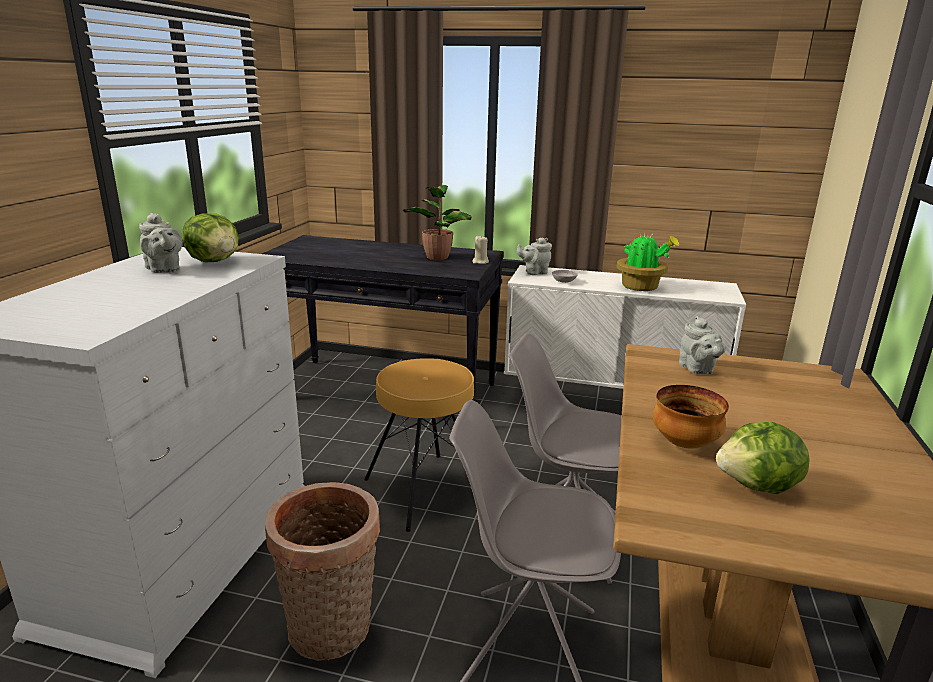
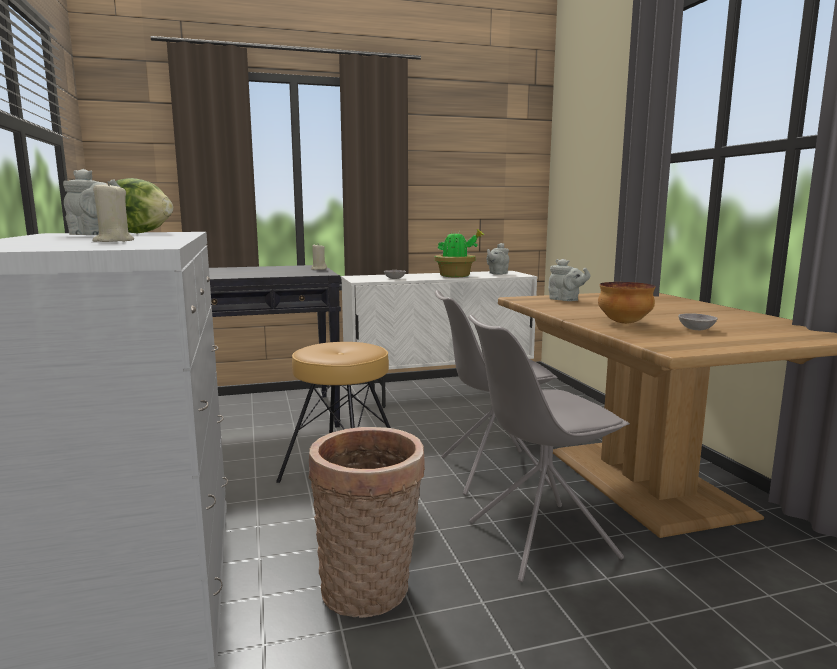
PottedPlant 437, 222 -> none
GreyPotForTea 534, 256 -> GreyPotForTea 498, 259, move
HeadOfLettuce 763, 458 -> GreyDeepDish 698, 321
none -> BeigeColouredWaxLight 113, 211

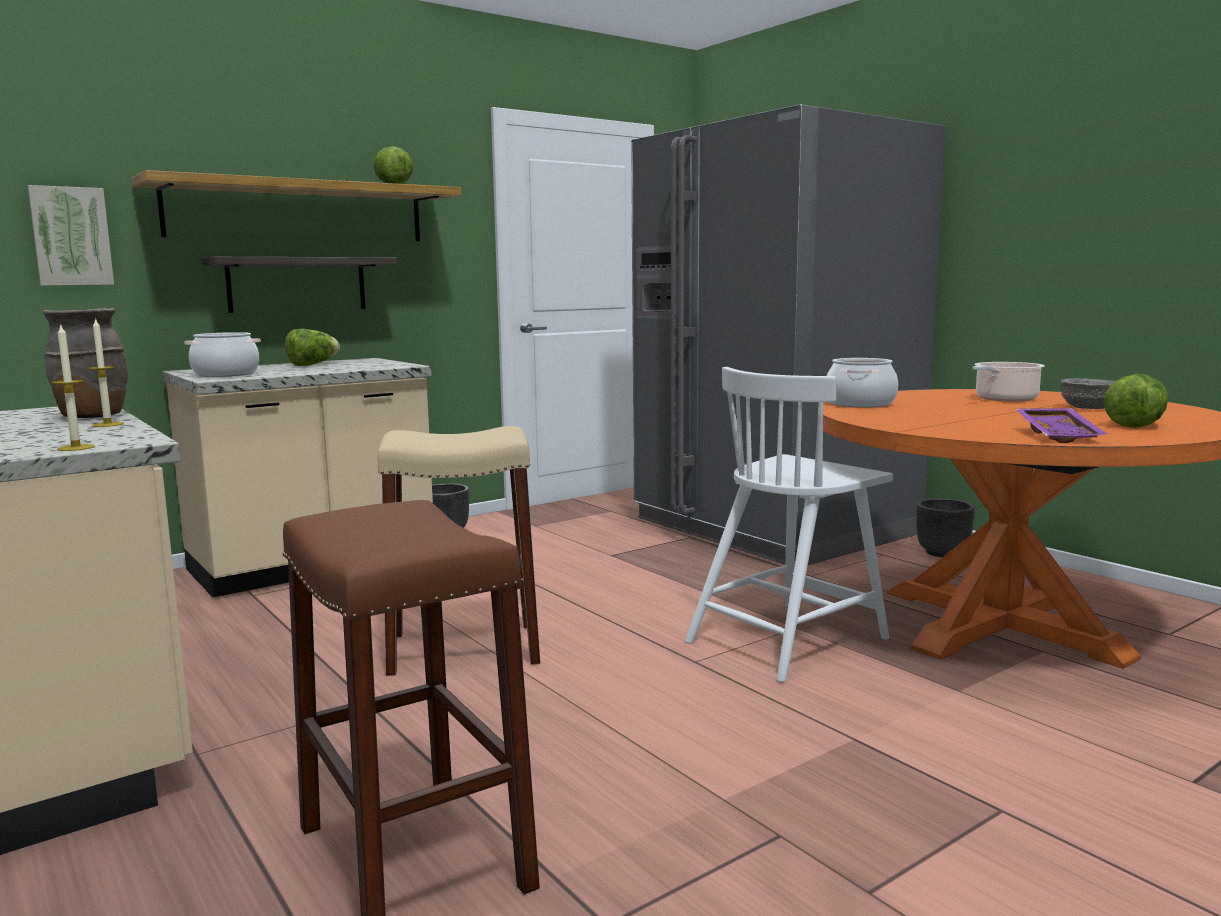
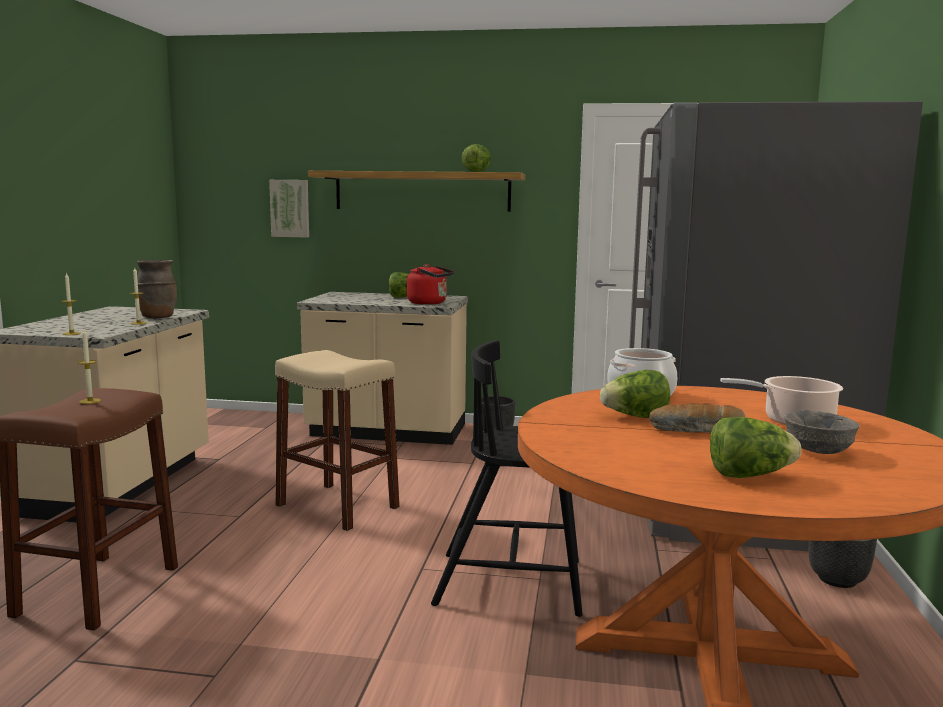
Stockpot 222, 354 -> none
WallShelf 299, 285 -> none
WhiteColouredPlainChair 789, 524 -> BlackColouredPlainChair 507, 478
PurplishTray 1061, 425 -> none
none -> WaxLight 89, 366
none -> ReddishTeaKettle 430, 284
none -> HeadOfLettuce 635, 394
none -> BakeryBread 697, 418

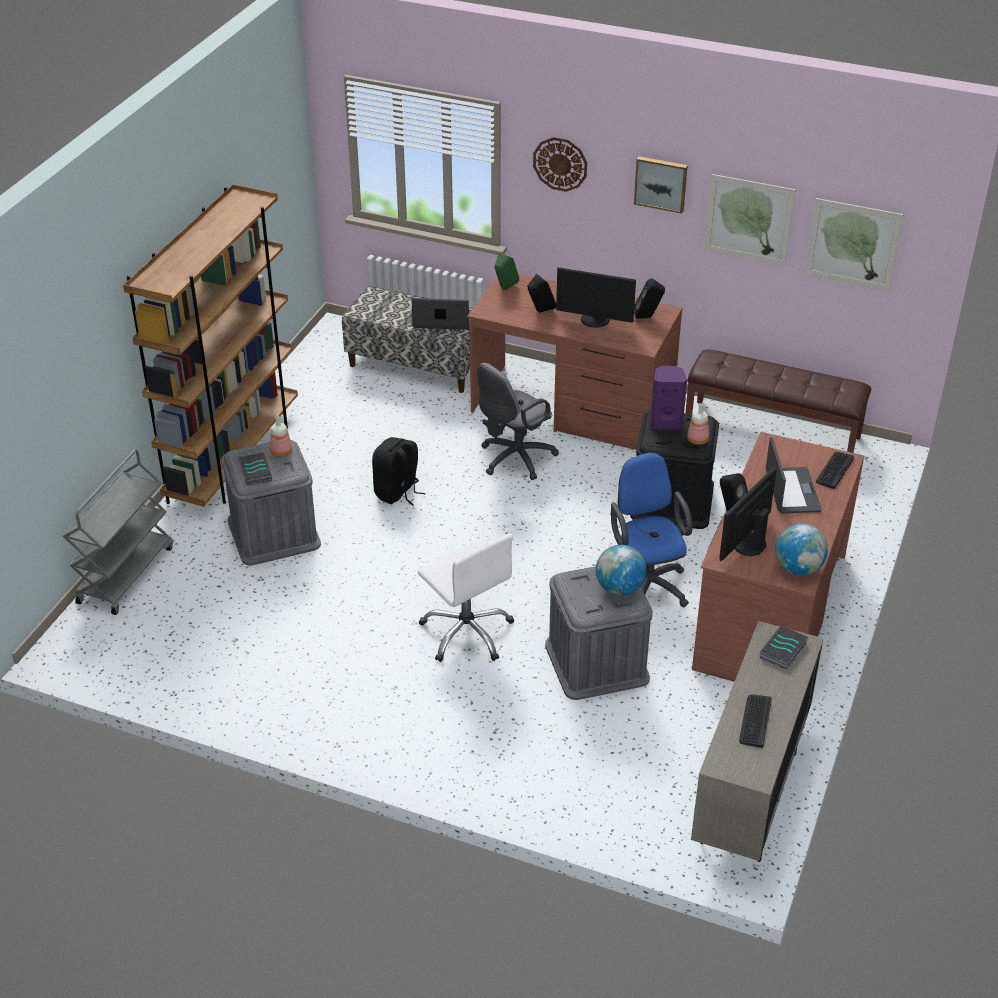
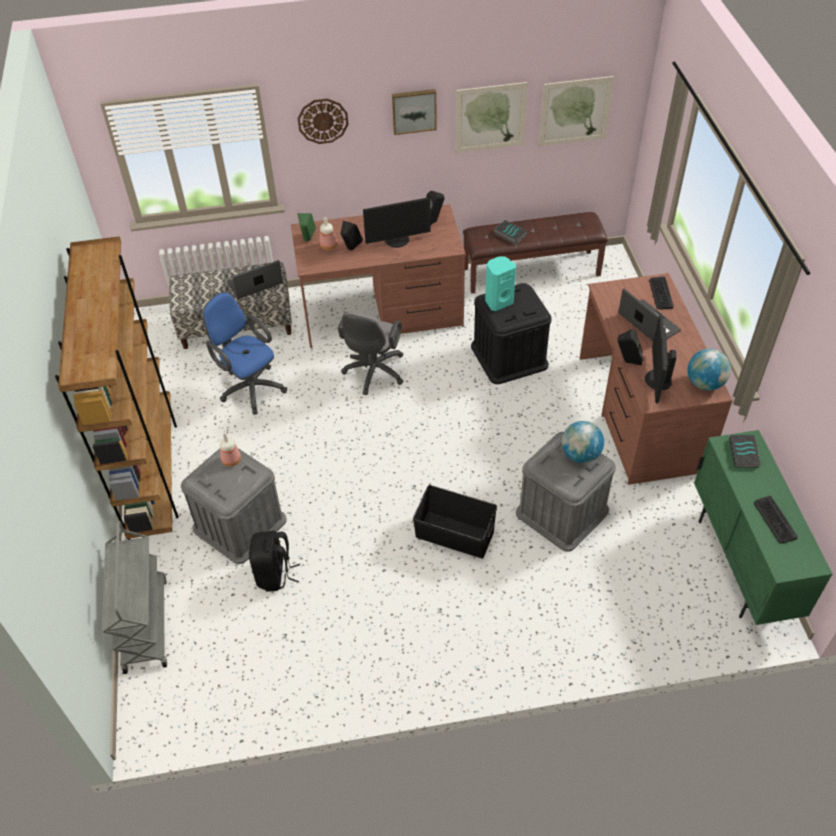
Book 255, 469 -> Book 510, 232, move
BlackColouredRucksack 399, 471 -> BlackColouredRucksack 274, 561, move
WhiteColouredDeskChair 466, 597 -> BlackColouredStorageBox 455, 522
BlueColouredDeskChair 652, 530 -> BlueColouredDeskChair 245, 353, move
PurplishAudioSpeaker 668, 398 -> TurquoiseAudioSpeaker 500, 283
Bottle 698, 424 -> Bottle 328, 233, move
BeigeColouredCupboard 757, 741 -> GreenColouredCupboard 763, 527

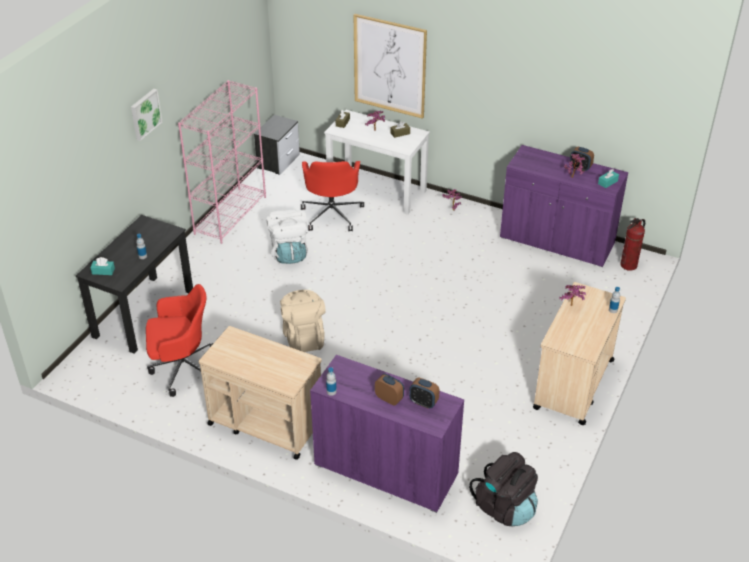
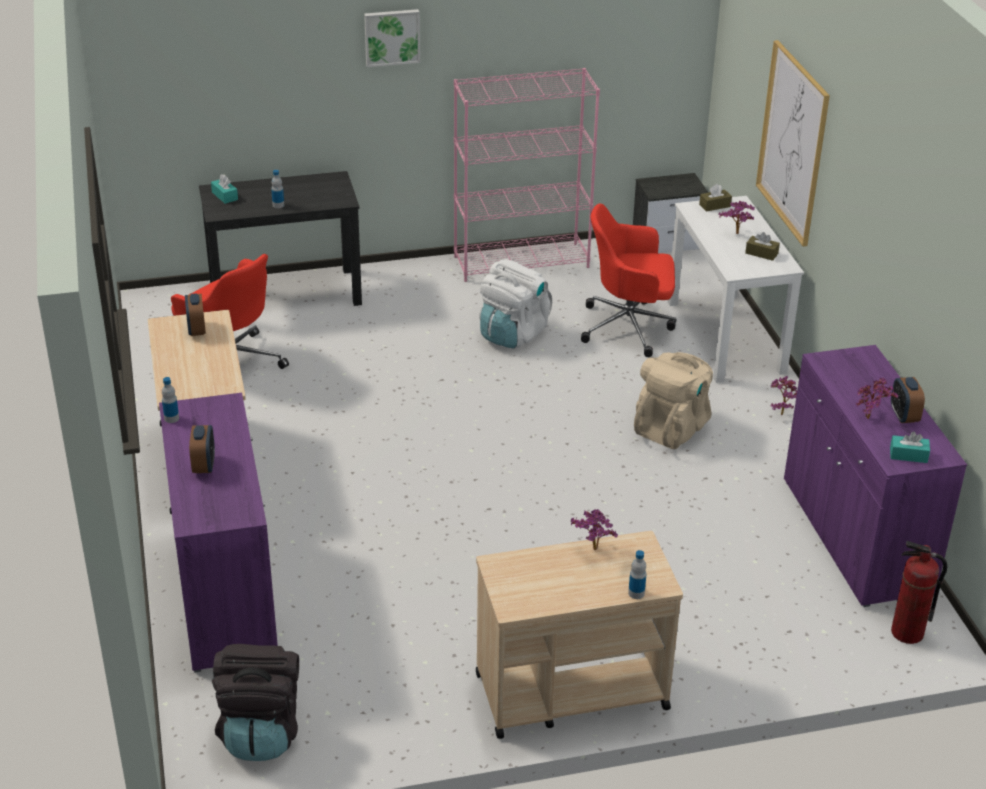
BeigeColouredRucksack 303, 321 -> BeigeColouredRucksack 673, 400, move
ReddishDeskChair 332, 196 -> ReddishDeskChair 629, 280, 45 degrees clockwise
TableClock 424, 393 -> TableClock 195, 314, move

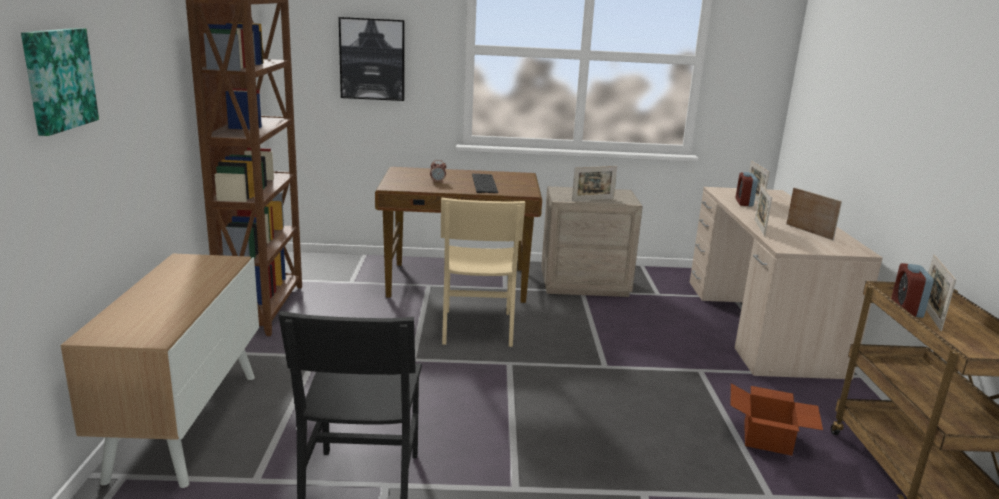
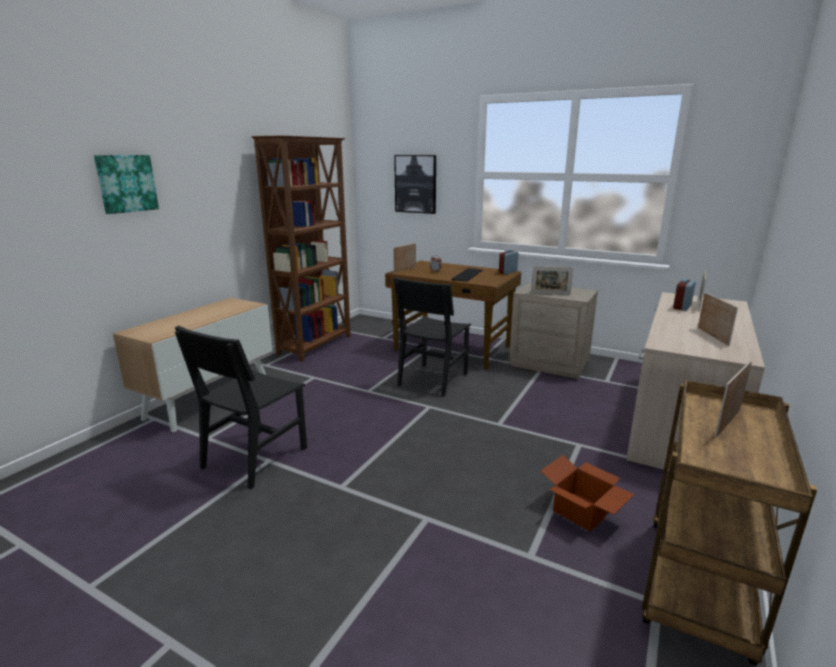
BeigeColouredPlainChair 483, 272 -> BlackColouredPlainChair 432, 336
PictureFrame 763, 209 -> PictureFrame 404, 258, move
TableClock 912, 290 -> TableClock 509, 262, move

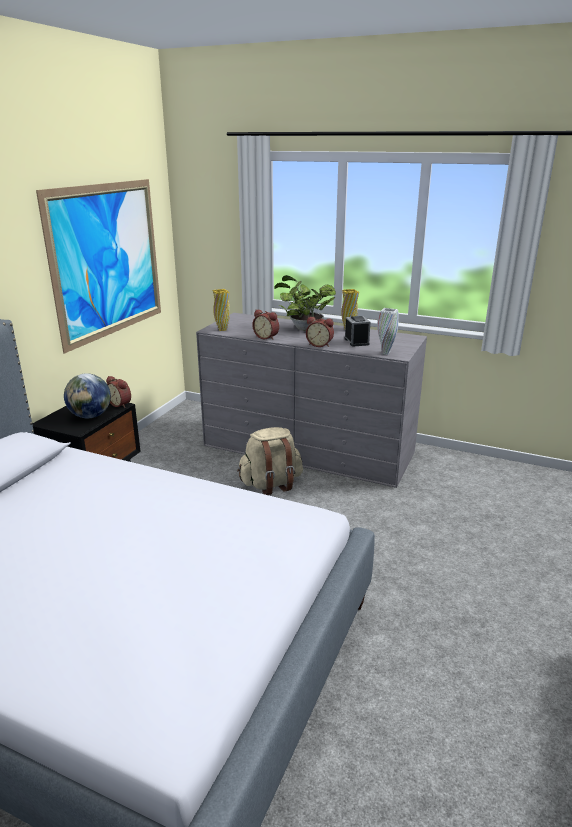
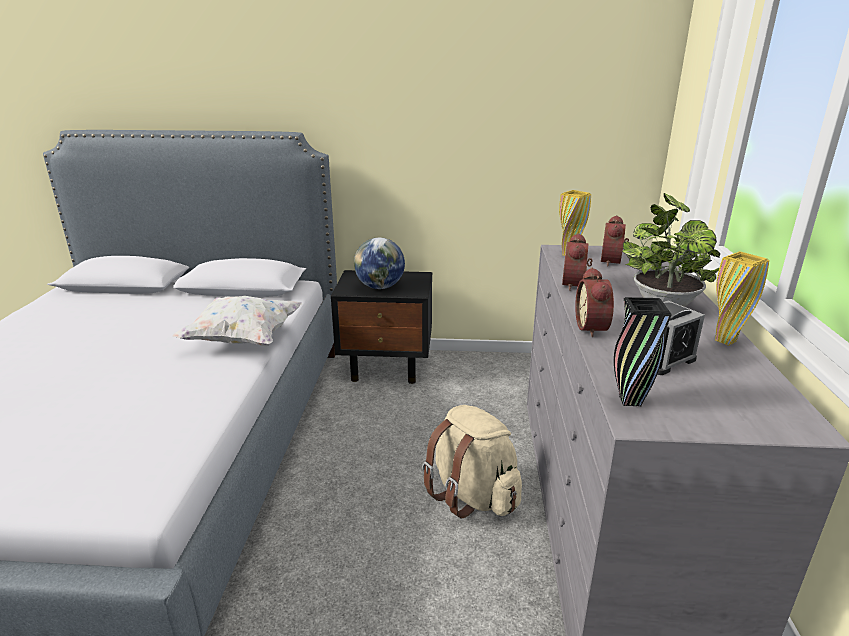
WallArt 98, 266 -> none
TableClock 118, 392 -> TableClock 615, 241, move
WhiteColouredDecorativeVase 388, 331 -> BlackColouredDecorativeVase 643, 351
none -> WhiteColouredPillow 237, 321

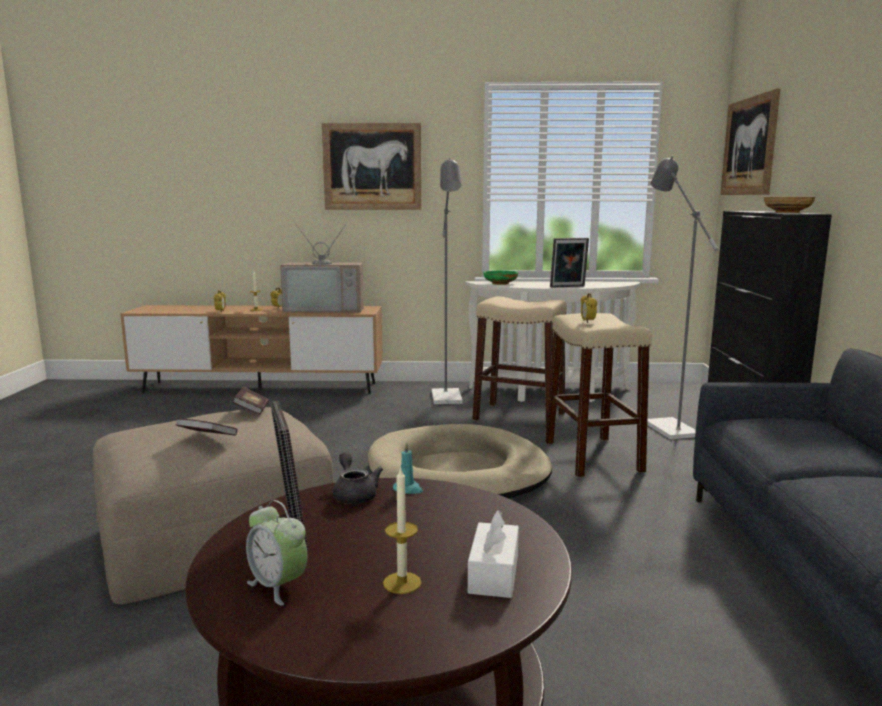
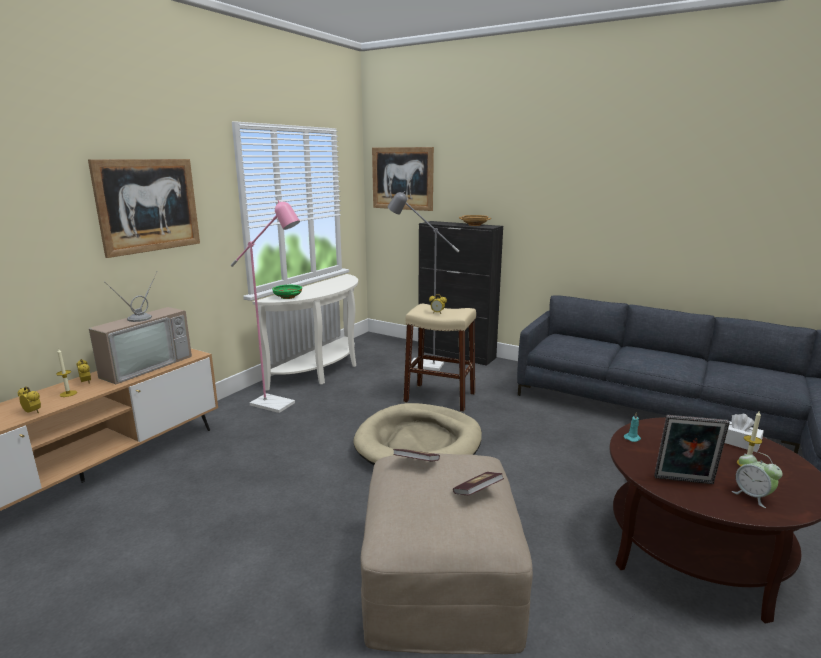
TableClock 276, 553 -> TableClock 757, 480, 75 degrees clockwise
GreyPotForTea 358, 478 -> none
GreyStandardLamp 447, 281 -> PinkStandardLamp 265, 306
BeigeColouredSittingStool 519, 361 -> none
PictureFrame 569, 263 -> none

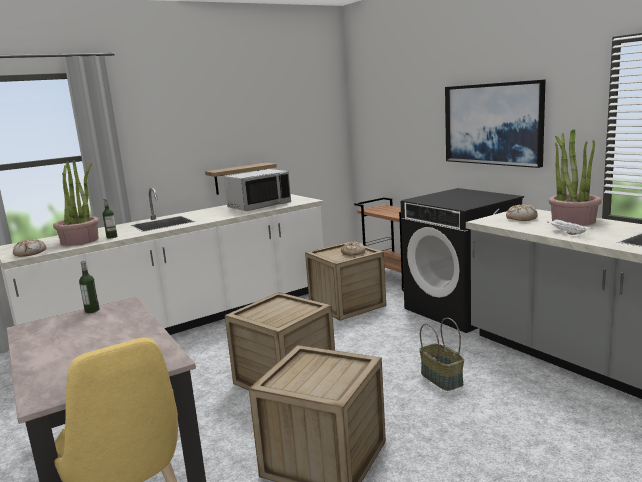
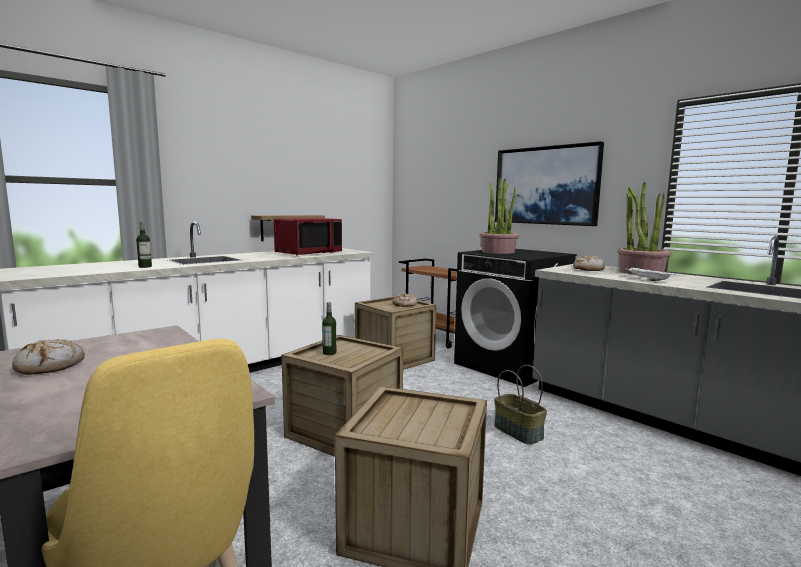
BakeryBread 30, 248 -> BakeryBread 48, 357, move
PottedPlant 76, 203 -> PottedPlant 499, 216, move
Bottle 89, 286 -> Bottle 329, 328, move
GreyMicrowave 257, 190 -> ReddishMicrowave 308, 237

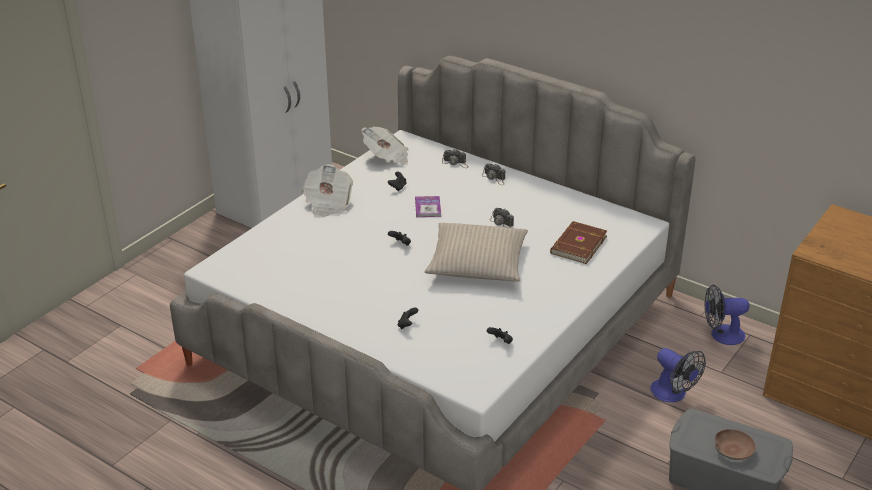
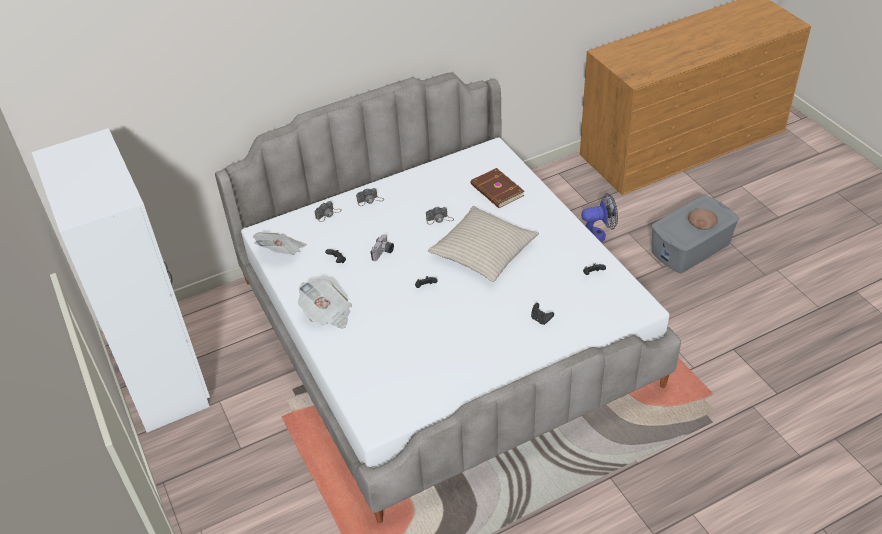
Book 428, 206 -> StillCamera 382, 247
Fan 727, 315 -> none

